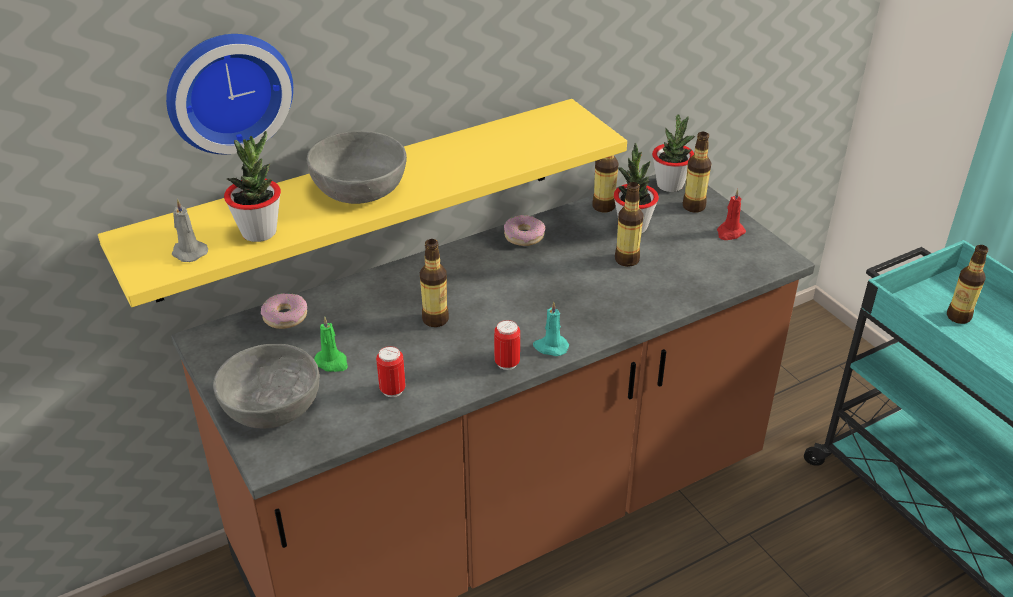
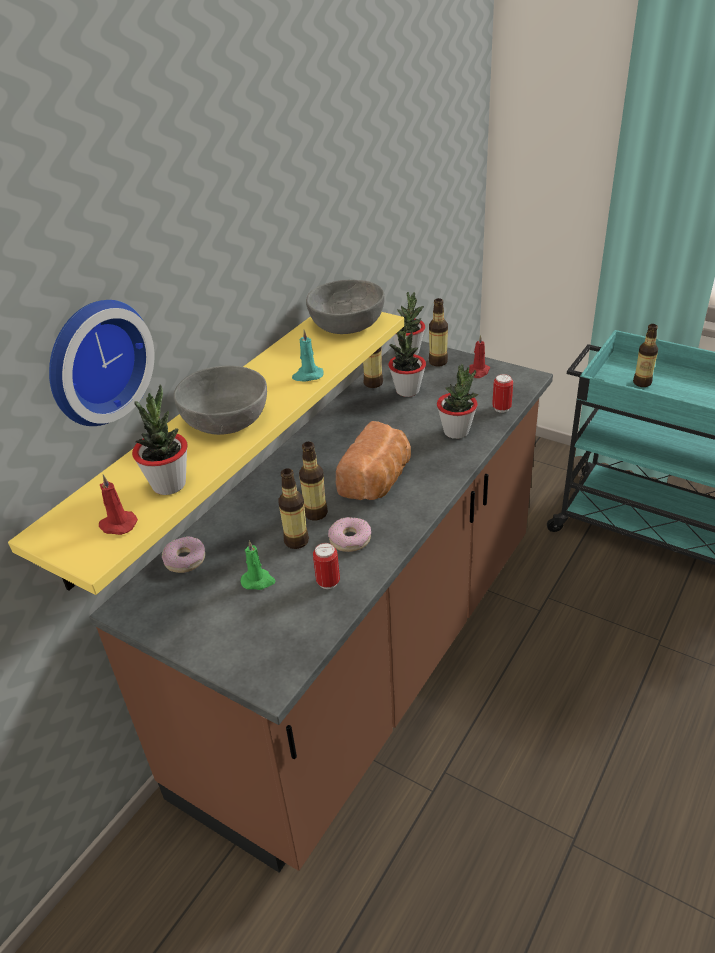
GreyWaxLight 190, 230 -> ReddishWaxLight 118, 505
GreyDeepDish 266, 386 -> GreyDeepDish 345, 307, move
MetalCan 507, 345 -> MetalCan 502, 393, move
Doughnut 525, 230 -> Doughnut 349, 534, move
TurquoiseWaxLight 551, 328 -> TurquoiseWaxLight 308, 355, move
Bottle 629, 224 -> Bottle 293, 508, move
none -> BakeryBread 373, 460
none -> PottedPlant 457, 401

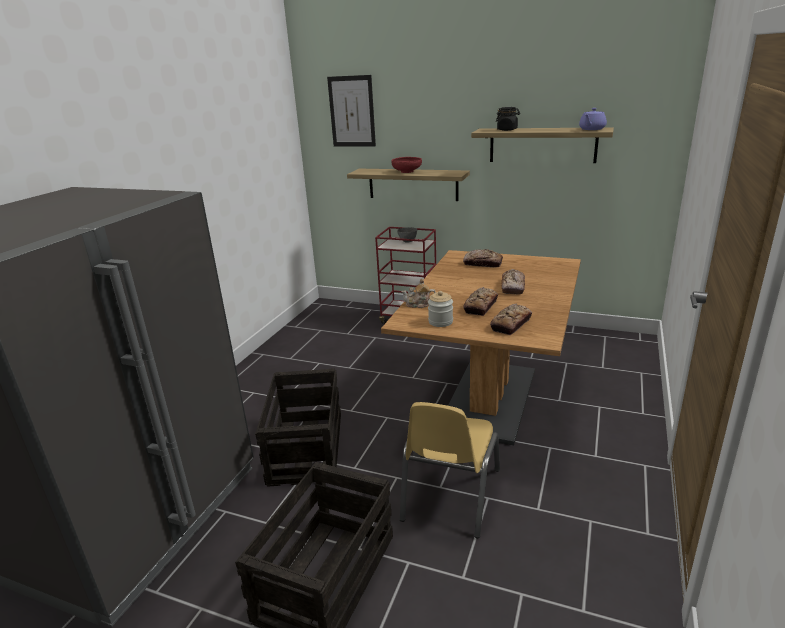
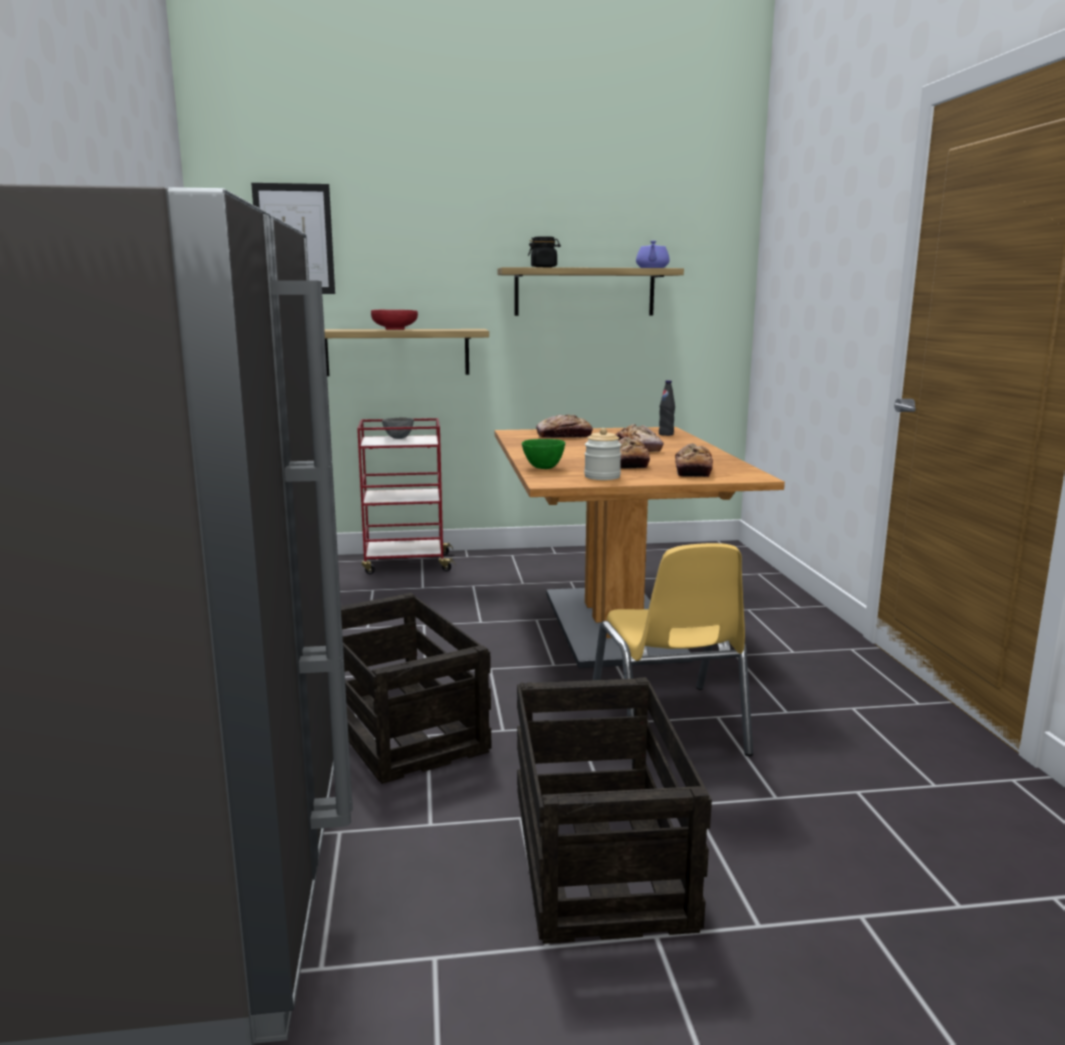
PotForTea 418, 293 -> GreenColouredDeepDish 543, 454
none -> BlackColouredBottle 667, 408

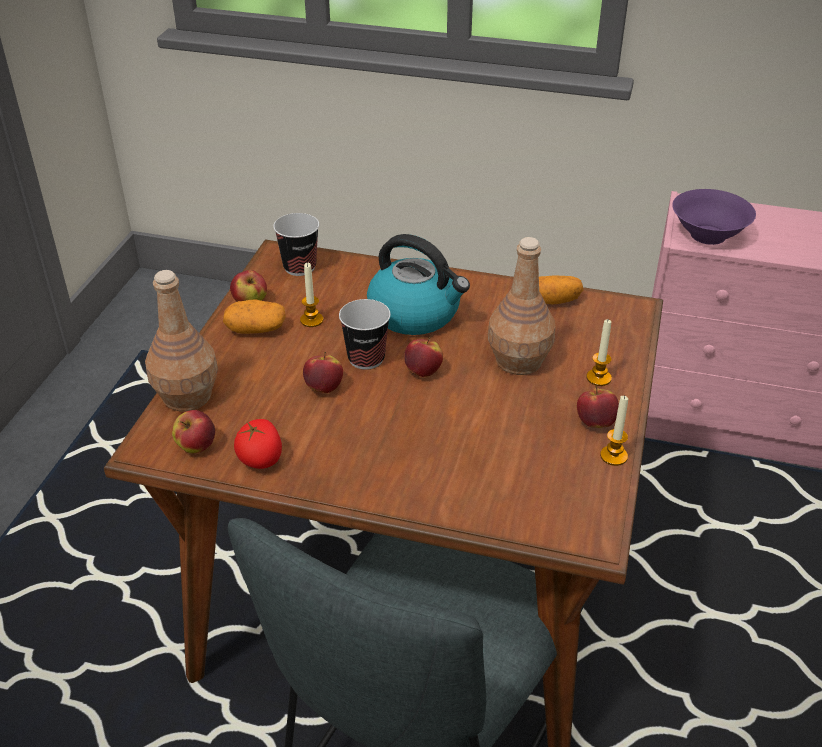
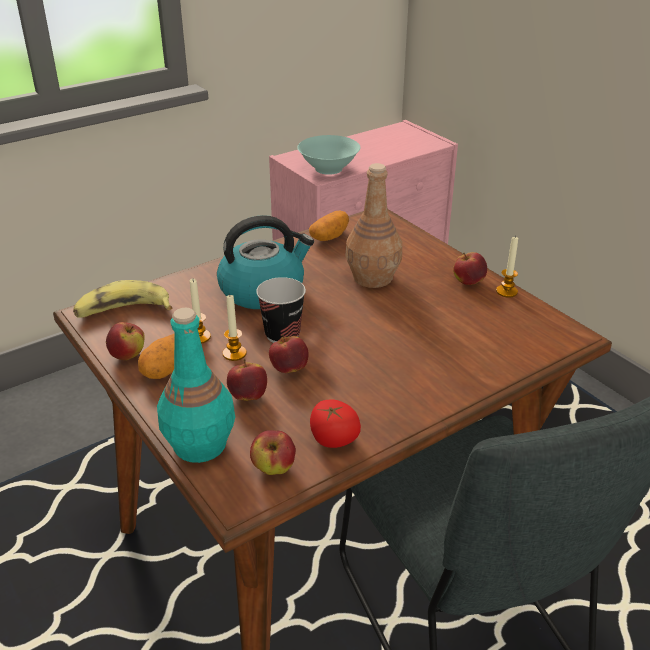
BrownColouredBottle 181, 340 -> TurquoiseBottle 196, 385
DrinkingCup 296, 244 -> WholeBanana 123, 299
WholeApple 423, 357 -> WholeApple 247, 380, move
WaxLight 599, 352 -> WaxLight 235, 327, move
PurplishDeepDish 714, 217 -> TurquoiseDeepDish 329, 155

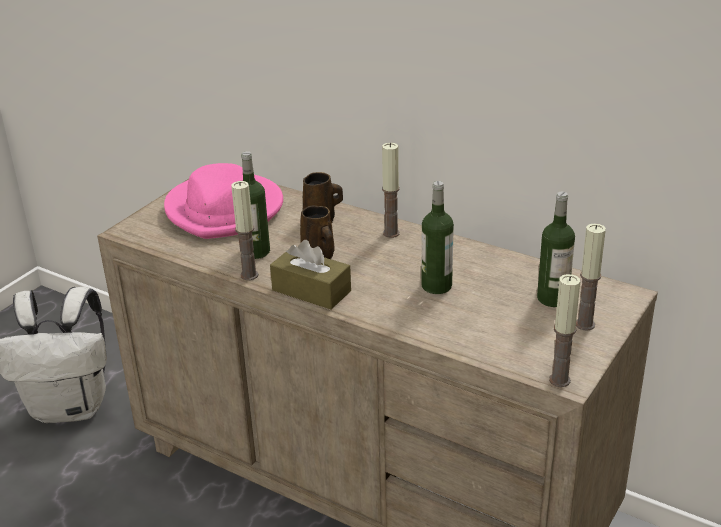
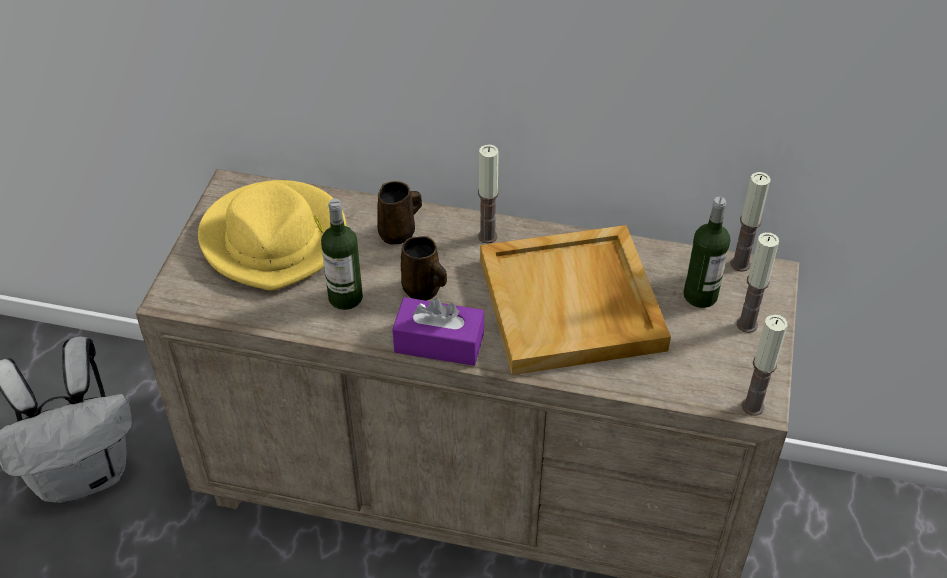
PinkHat 223, 201 -> YellowishHat 272, 235
WaxLight 244, 230 -> WaxLight 751, 222, move
BrownColouredBoxOfTissues 310, 274 -> PurplishBoxOfTissues 438, 331
Bottle 437, 237 -> BeigeColouredTray 575, 300

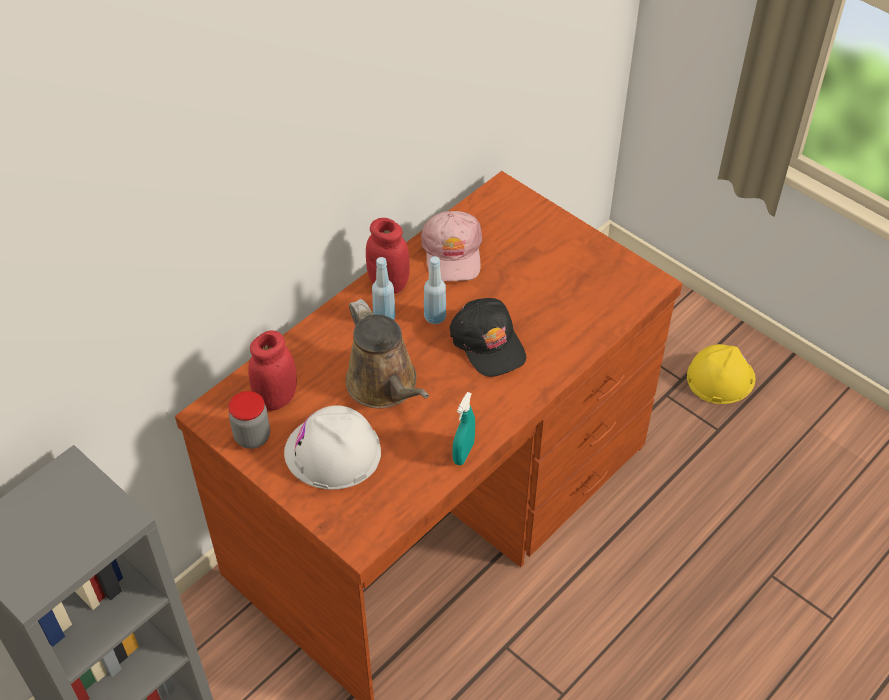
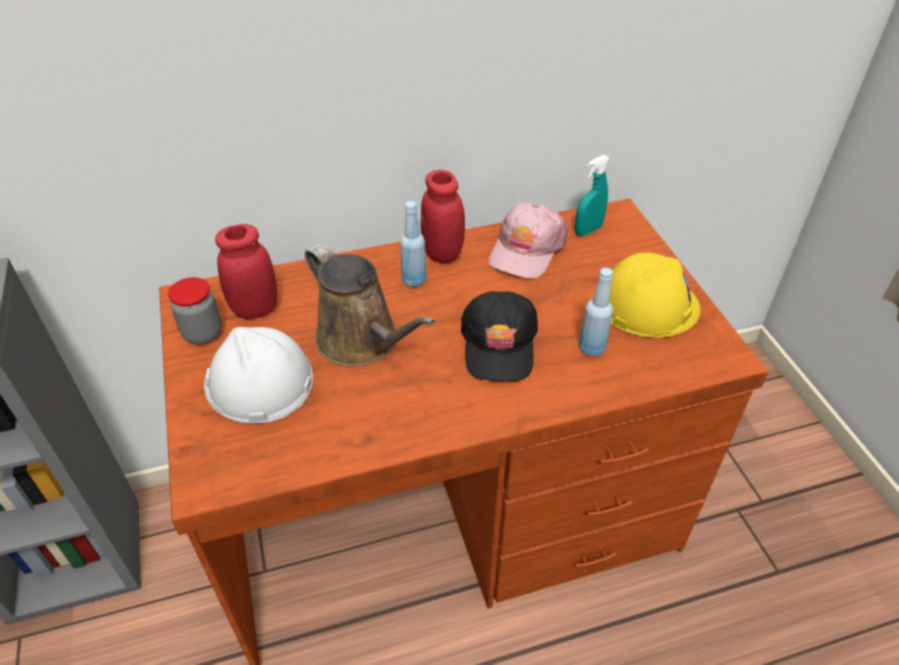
BrownColouredSprinklingCan 387, 354 -> BrownColouredSprinklingCan 370, 304, 45 degrees counterclockwise
BlueColouredBottle 435, 290 -> BlueColouredBottle 596, 311, move
TurquoiseSprayBottle 463, 428 -> TurquoiseSprayBottle 592, 195, move
YellowishWorkHelmet 721, 374 -> YellowishWorkHelmet 655, 295, move

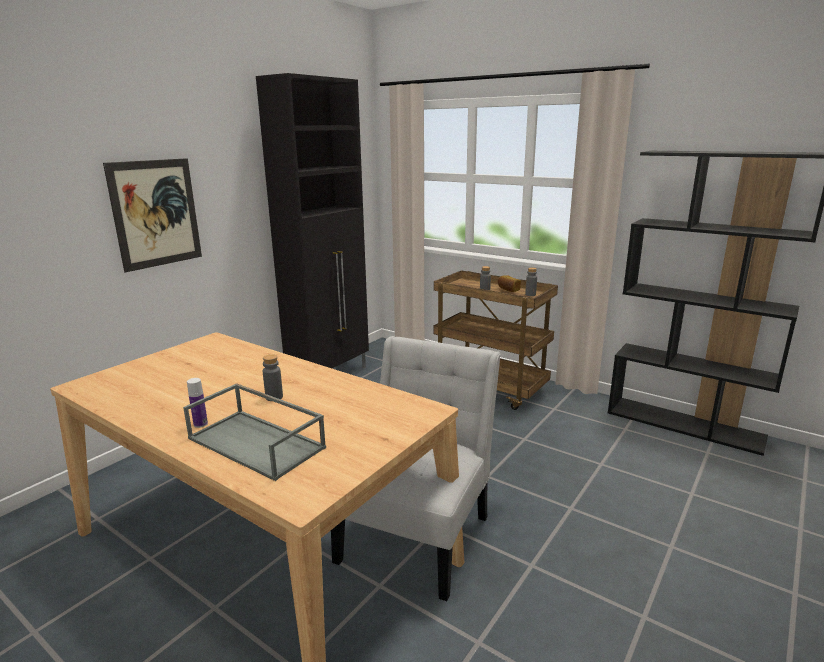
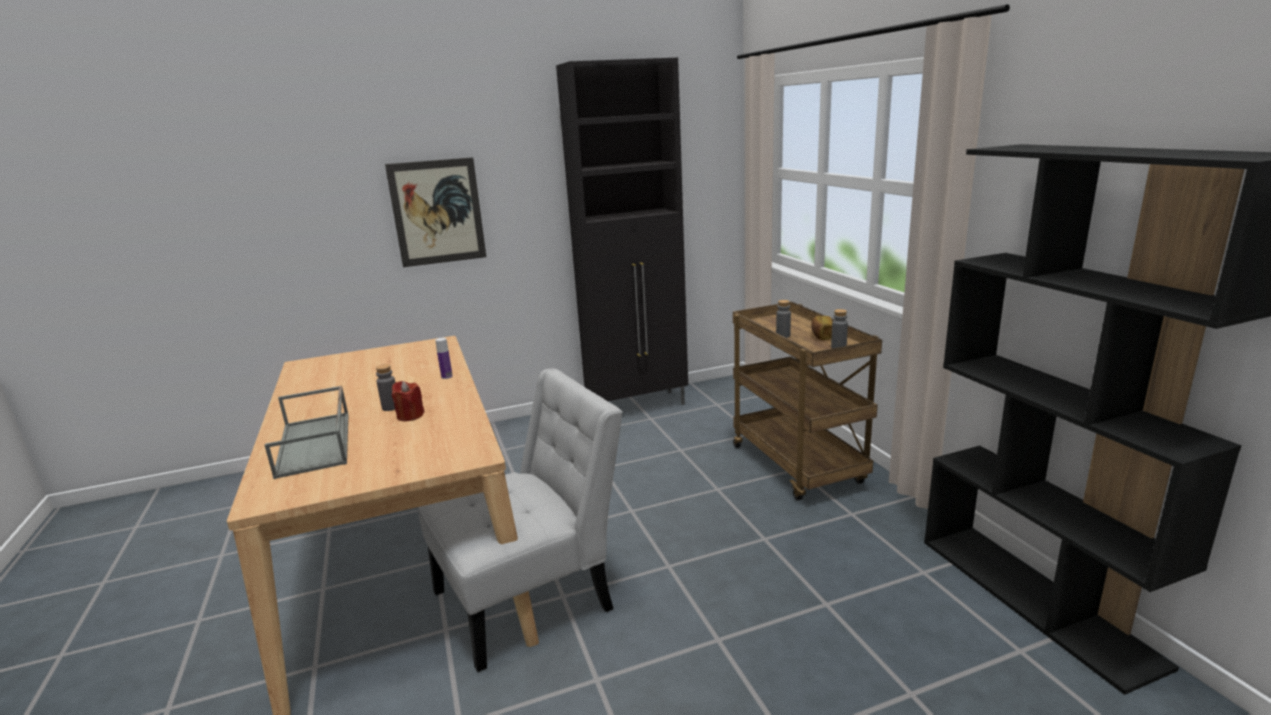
Bottle 197, 403 -> Bottle 444, 358, move
none -> ReddishWaxLight 408, 401

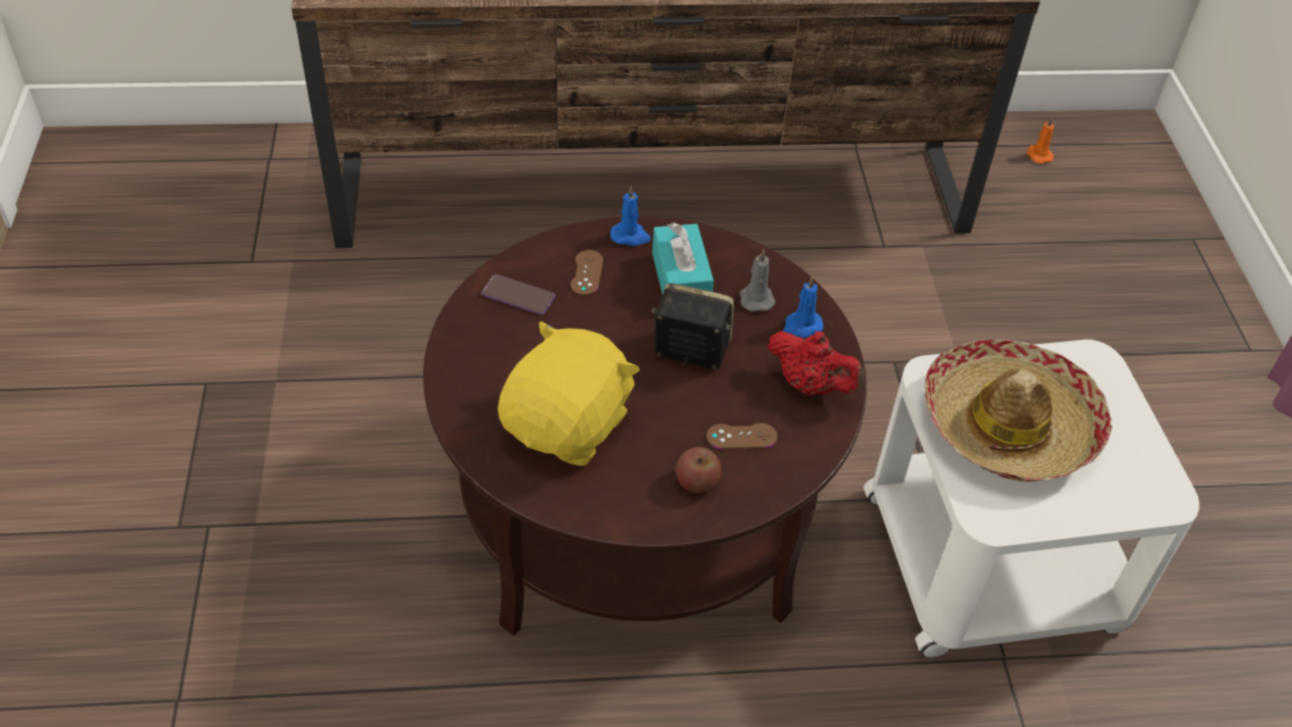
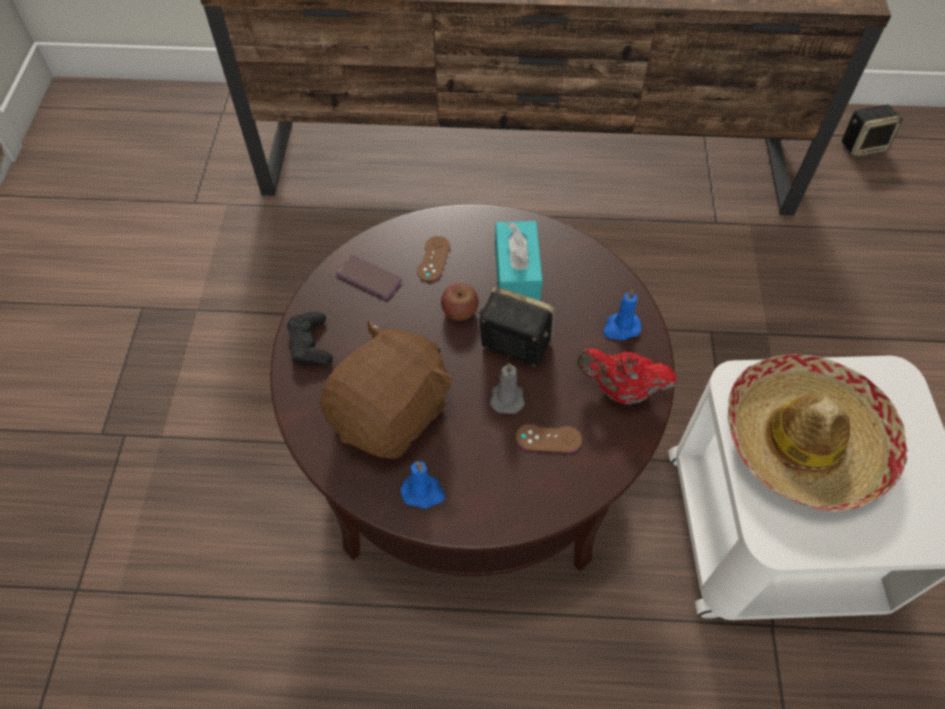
YellowishSoftToy 569, 393 -> BrownColouredSoftToy 386, 390
BlueColouredWaxLight 630, 215 -> BlueColouredWaxLight 423, 485, move
WholeApple 699, 470 -> WholeApple 460, 302, move
GreyWaxLight 757, 280 -> GreyWaxLight 507, 388, move
ReddishPotForTea 815, 363 -> ReddishPotForTea 627, 376, 150 degrees clockwise
OrangeWaxLight 1040, 140 -> AudioSpeaker 872, 130
none -> BlackColouredJoypad 310, 338

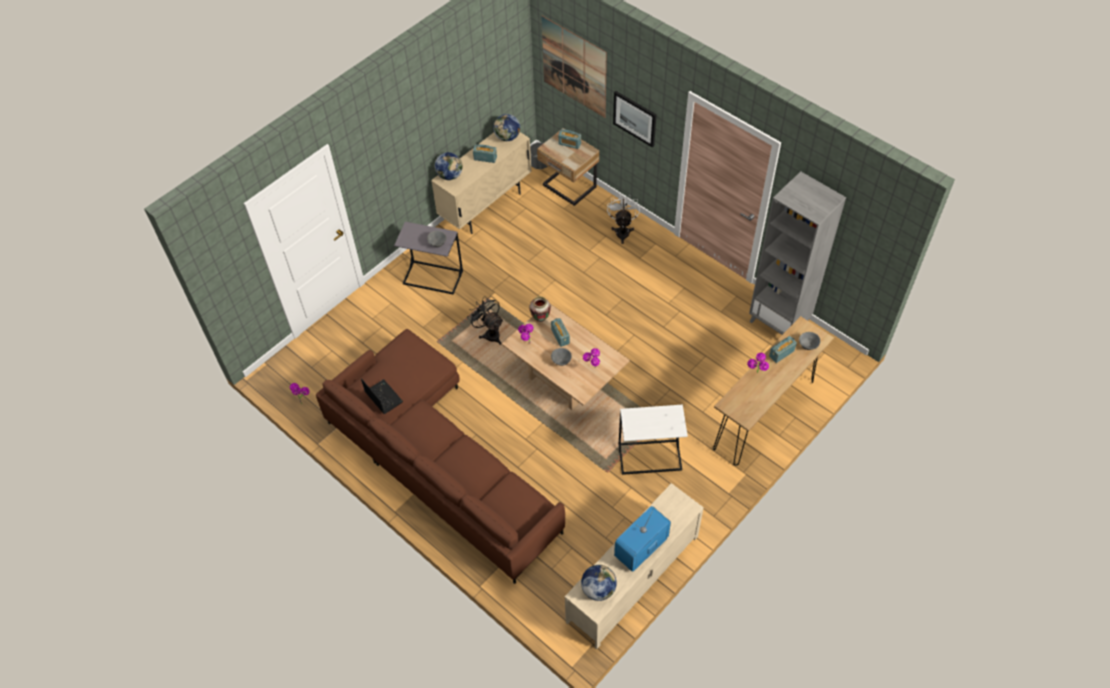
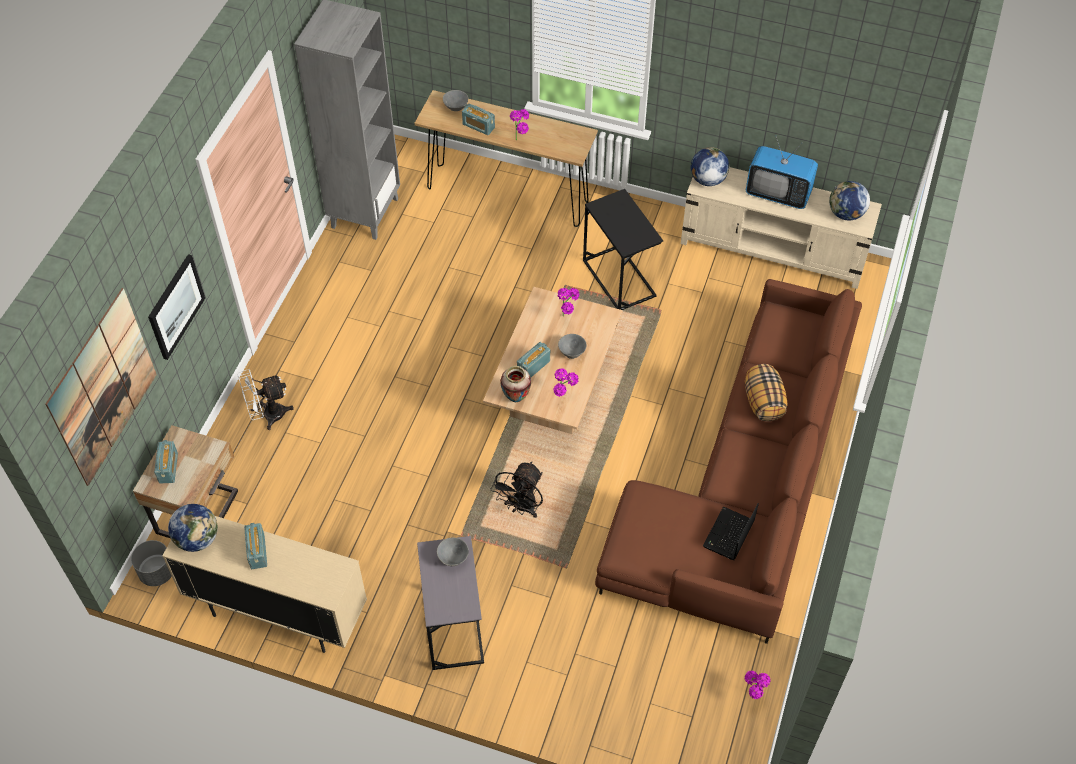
Globe 449, 166 -> Globe 710, 166, move
WhiteColouredEndTable 653, 440 -> BlackColouredEndTable 623, 249
none -> Pillow 766, 392

